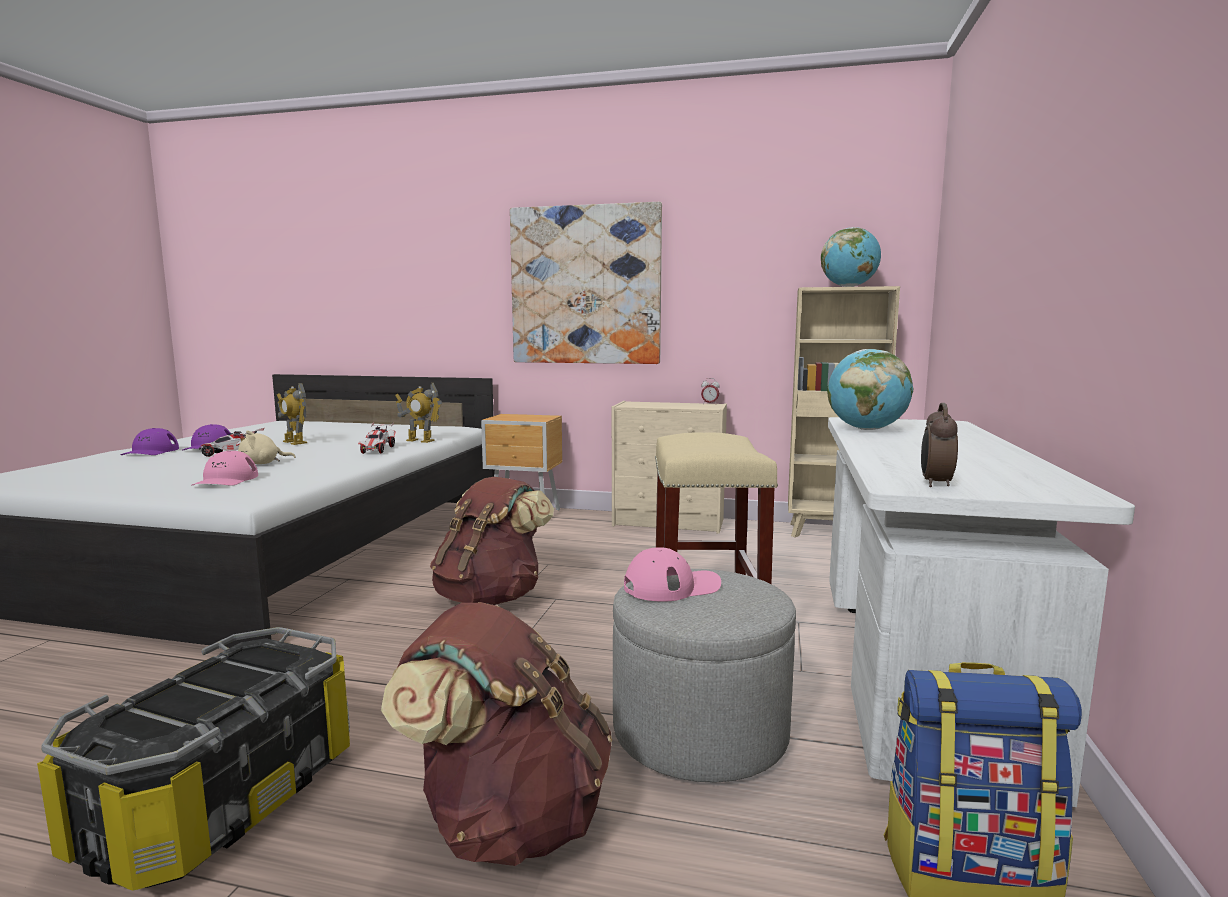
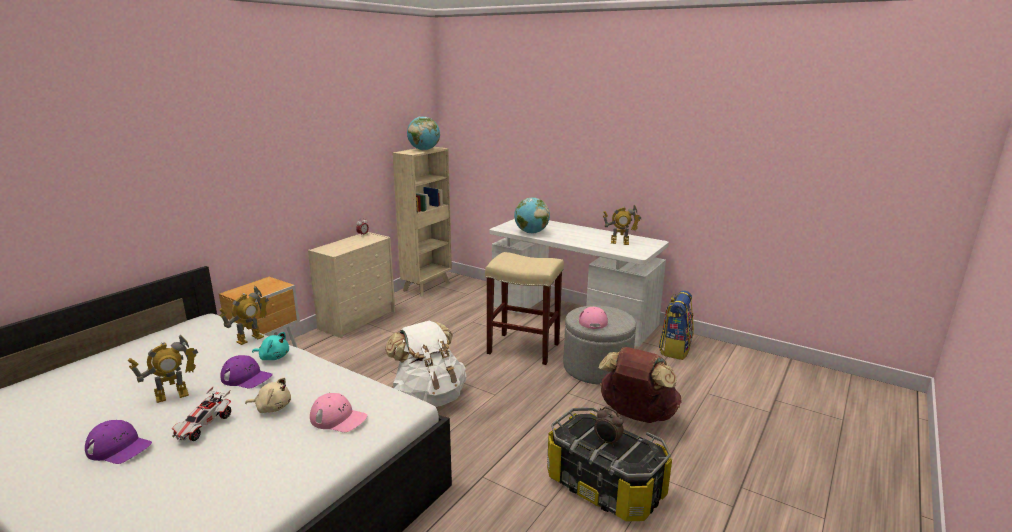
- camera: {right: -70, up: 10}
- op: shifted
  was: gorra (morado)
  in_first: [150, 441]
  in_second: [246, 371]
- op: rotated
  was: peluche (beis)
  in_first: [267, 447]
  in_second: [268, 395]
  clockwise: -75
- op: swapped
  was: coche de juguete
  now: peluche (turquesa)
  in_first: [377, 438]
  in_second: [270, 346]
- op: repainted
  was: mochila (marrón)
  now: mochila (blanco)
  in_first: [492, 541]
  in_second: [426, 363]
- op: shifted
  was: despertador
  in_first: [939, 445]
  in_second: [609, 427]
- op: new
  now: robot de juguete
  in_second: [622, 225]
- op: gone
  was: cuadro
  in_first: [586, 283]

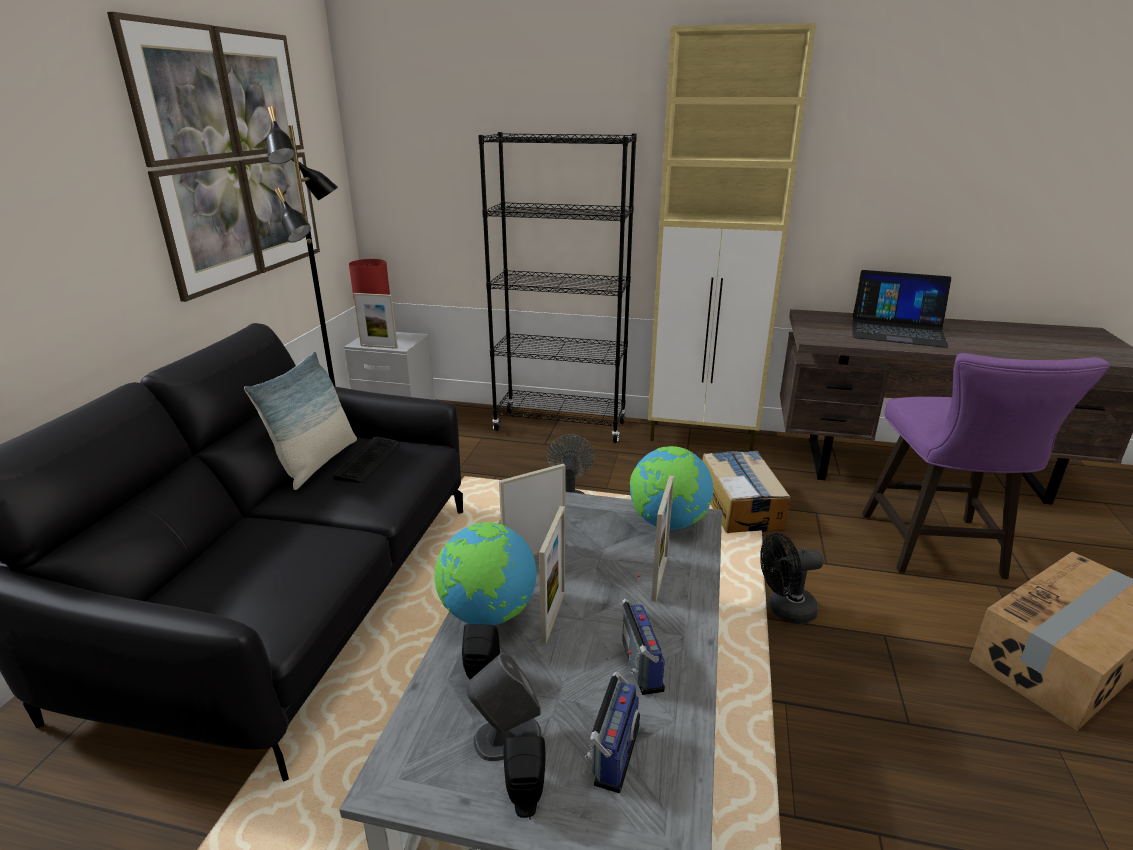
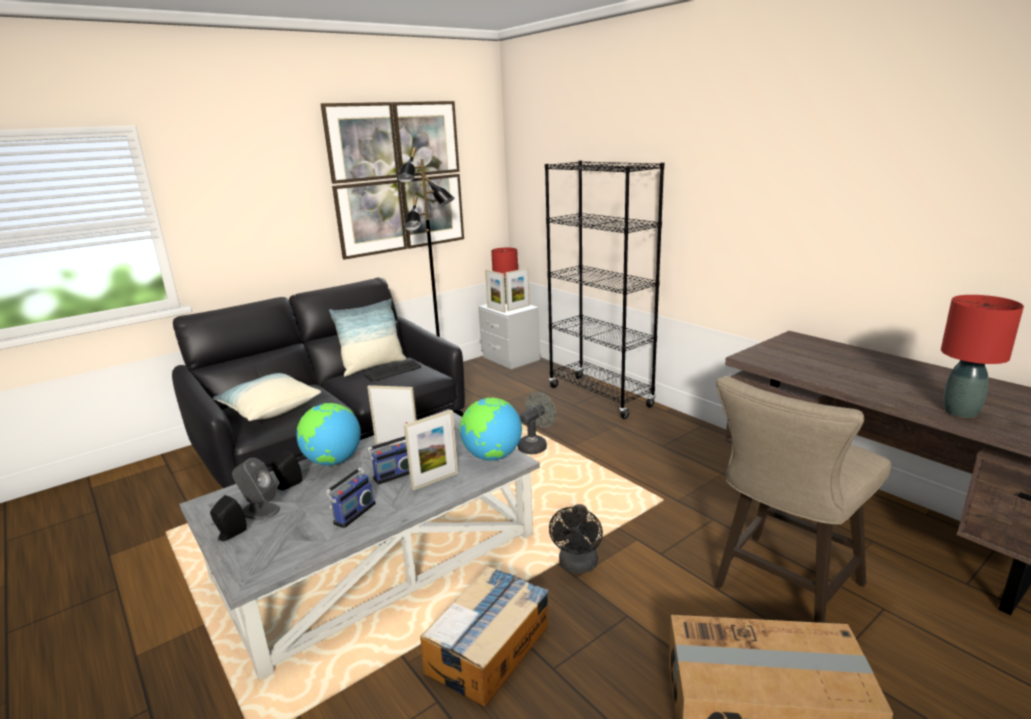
- camera: {right: 40, up: -5}
- op: new
  now: cojín
  in_second: [267, 397]
- op: shifted
  was: radio
  in_first: [612, 721]
  in_second: [388, 453]
- op: shifted
  was: caja de cartón
  in_first: [746, 492]
  in_second: [484, 636]
- op: shifted
  was: portarretratos
  in_first: [552, 575]
  in_second: [517, 289]
- op: rotated
  was: ventilador (negro)
  in_first: [791, 578]
  in_second: [576, 538]
  clockwise: -105
- op: repainted
  was: taburete (morado)
  now: taburete (beis)
  in_first: [986, 466]
  in_second: [803, 499]
- op: new
  now: lámpara de mesa (rojo)
  in_second: [982, 356]
- op: gone
  was: armario (beis)
  in_first: [732, 237]
- op: gone
  was: portátil
  in_first: [902, 309]

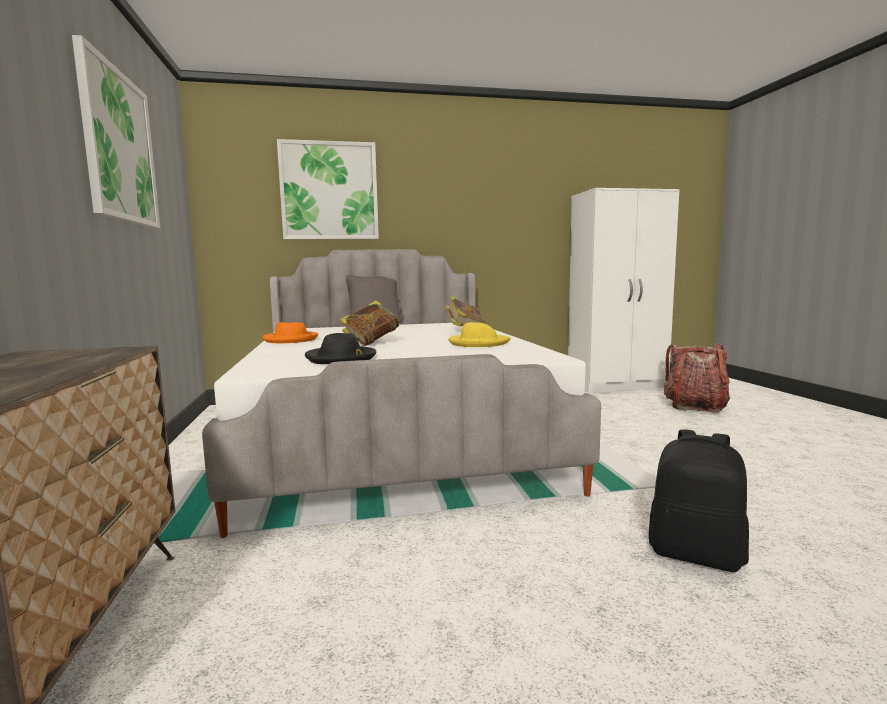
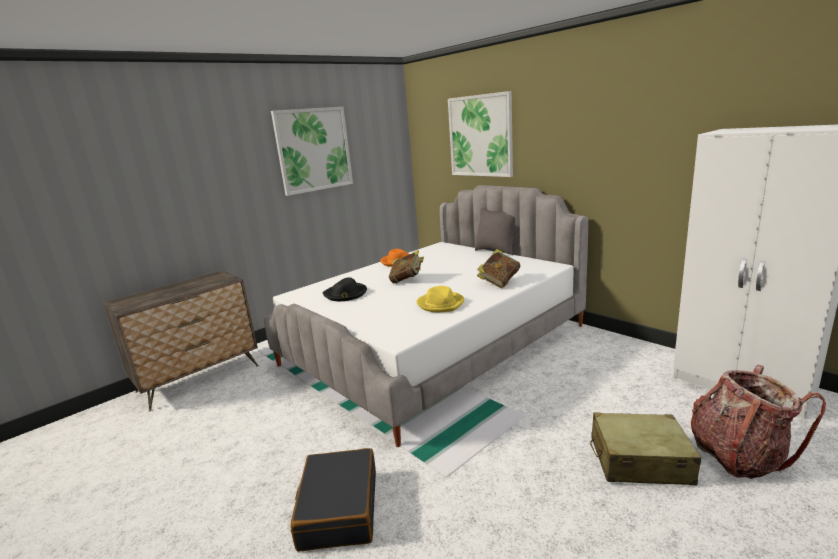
- camera: {right: 60, up: 10}
- op: swapped
  was: mochila (negro)
  now: maleta (negro)
  in_first: [699, 500]
  in_second: [333, 500]
- op: new
  now: maleta (beis)
  in_second: [645, 448]

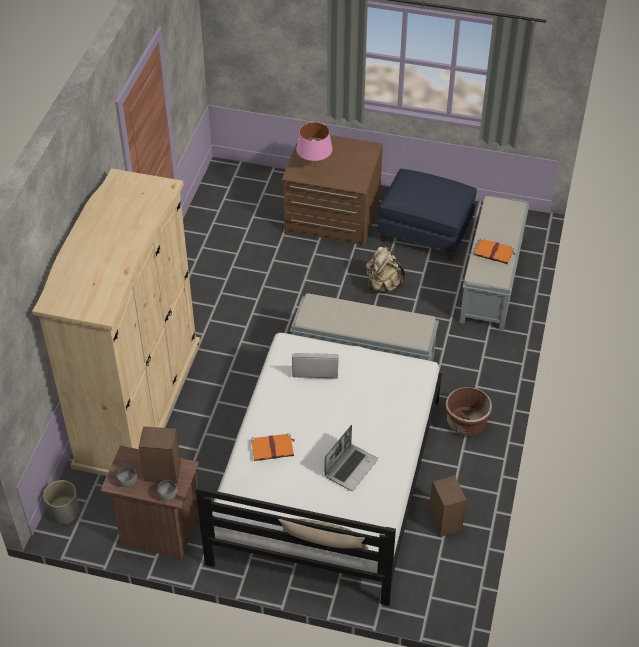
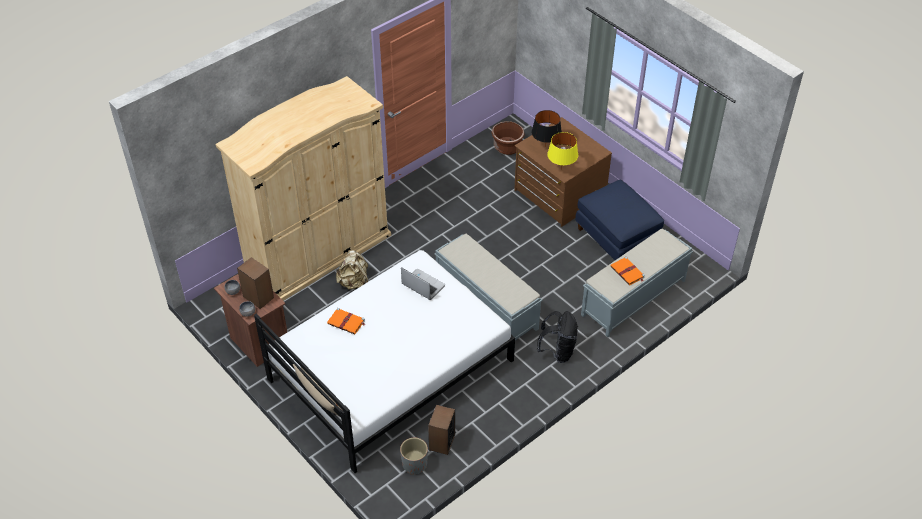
- camera: {right: 35, up: 0}
- op: shifted
  was: mochila (beis)
  in_first: [386, 270]
  in_second: [352, 270]
- op: shifted
  was: maceta (gris)
  in_first: [61, 502]
  in_second: [414, 455]
- op: shifted
  was: maceta (marrón)
  in_first: [468, 411]
  in_second: [508, 138]
- op: repainted
  was: lámpara de mesa (rosa)
  now: lámpara de mesa (negro)
  in_first: [314, 144]
  in_second: [547, 128]
- op: new
  now: mochila (negro)
  in_second: [557, 337]
- op: new
  now: lámpara de mesa (amarillo)
  in_second: [562, 151]
- op: gone
  was: portátil
  in_first: [351, 458]

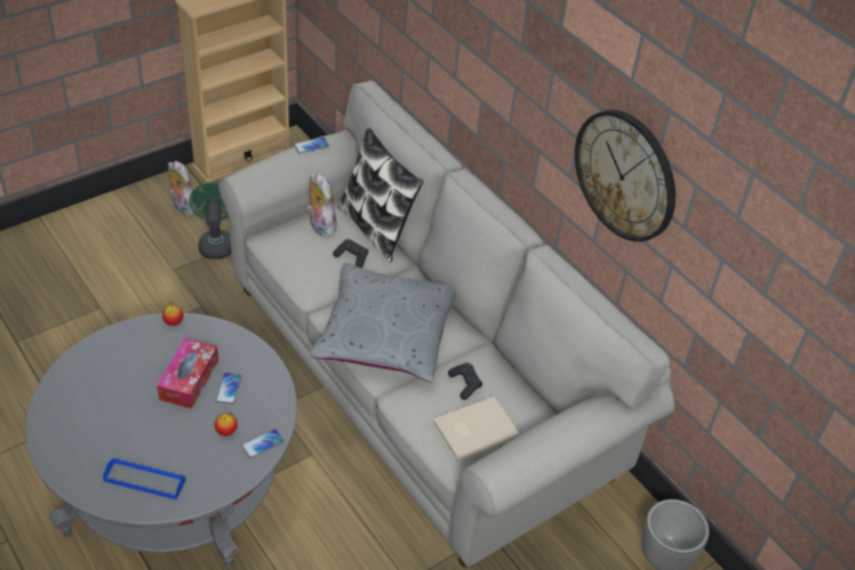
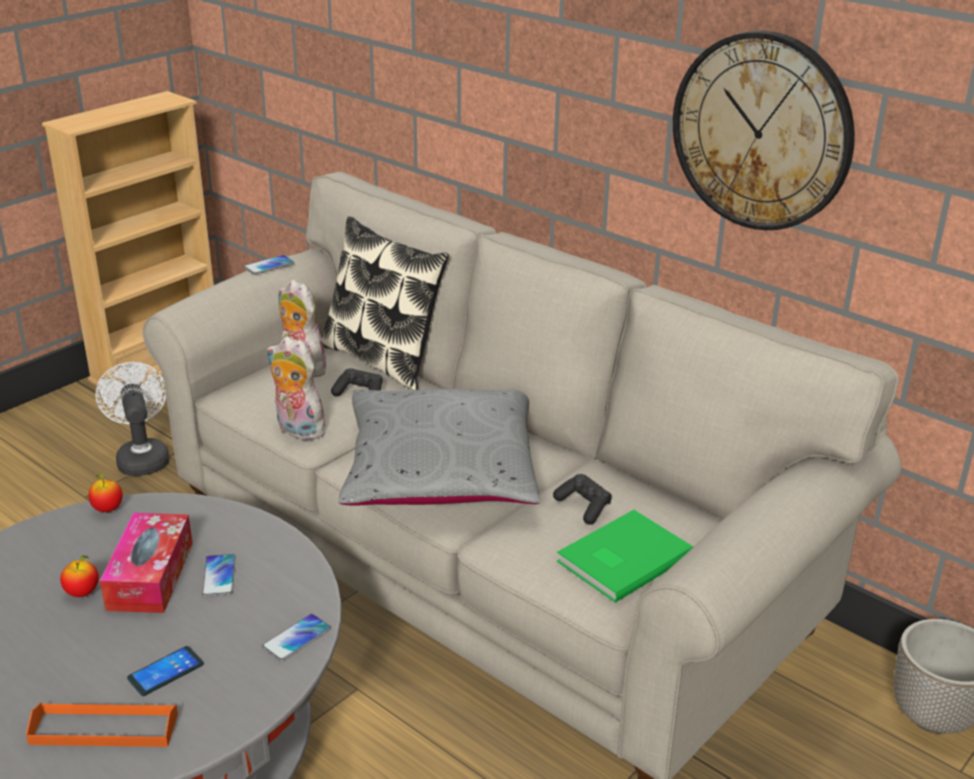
- camera: {right: -10, up: -15}
- op: repainted
  was: bandeja (azul)
  now: bandeja (naranja)
  in_first: [144, 479]
  in_second: [102, 724]
- op: shifted
  was: manzana
  in_first: [226, 424]
  in_second: [79, 576]
- op: repainted
  was: ventilador (verde)
  now: ventilador (blanco)
  in_first: [210, 220]
  in_second: [132, 419]
- op: new
  now: móvil
  in_second: [165, 671]
- op: shifted
  was: peluche
  in_first: [182, 188]
  in_second: [299, 388]
- op: repainted
  was: libro (beis)
  now: libro (verde)
  in_first: [476, 429]
  in_second: [625, 556]

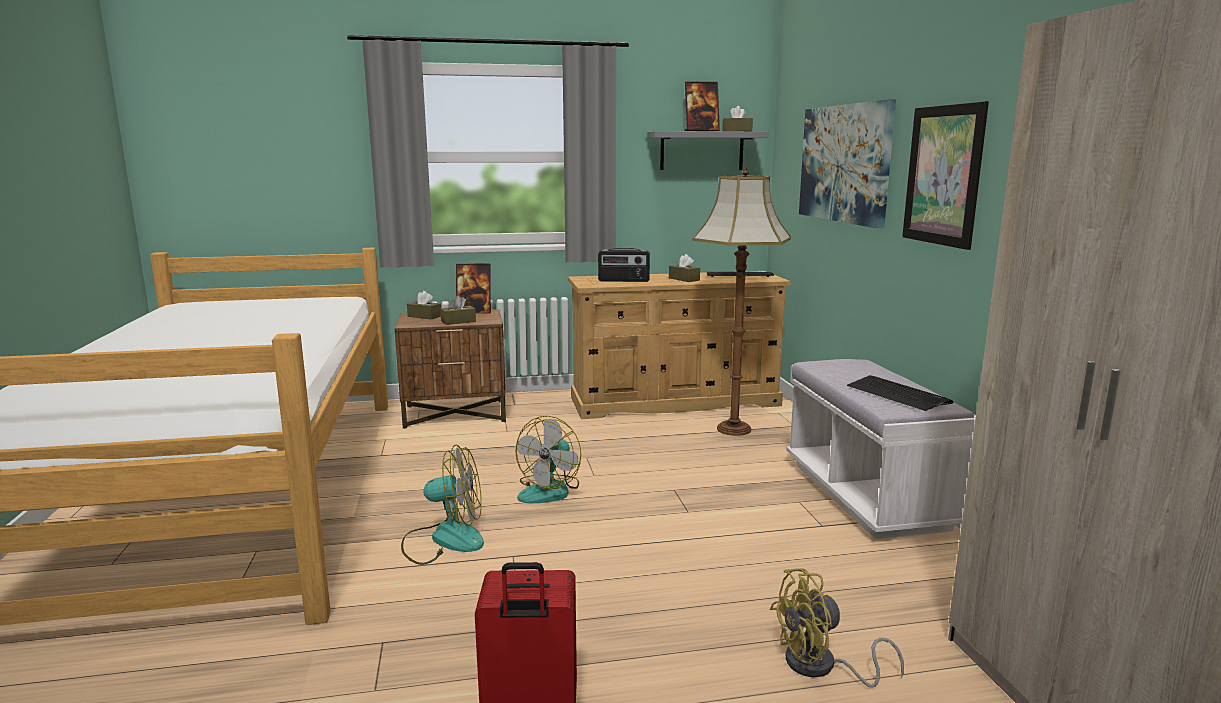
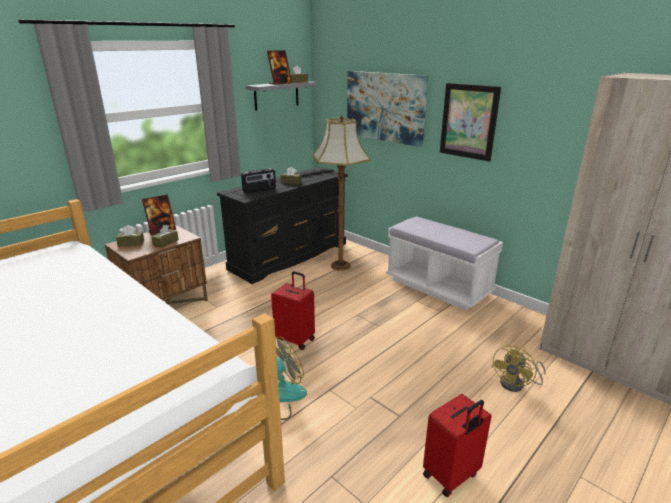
- camera: {right: -35, up: 10}
- op: repainted
  was: cómoda (beis)
  now: cómoda (negro)
  in_first: [679, 345]
  in_second: [282, 225]
- op: swapped
  was: ventilador
  now: maleta (rojo)
  in_first: [548, 459]
  in_second: [293, 310]
- op: gone
  was: teclado
  in_first: [900, 393]

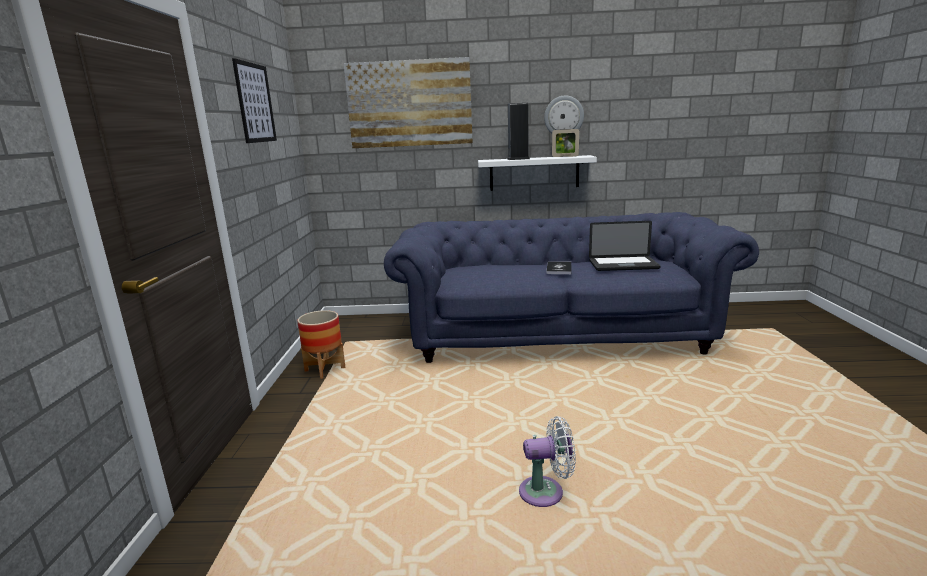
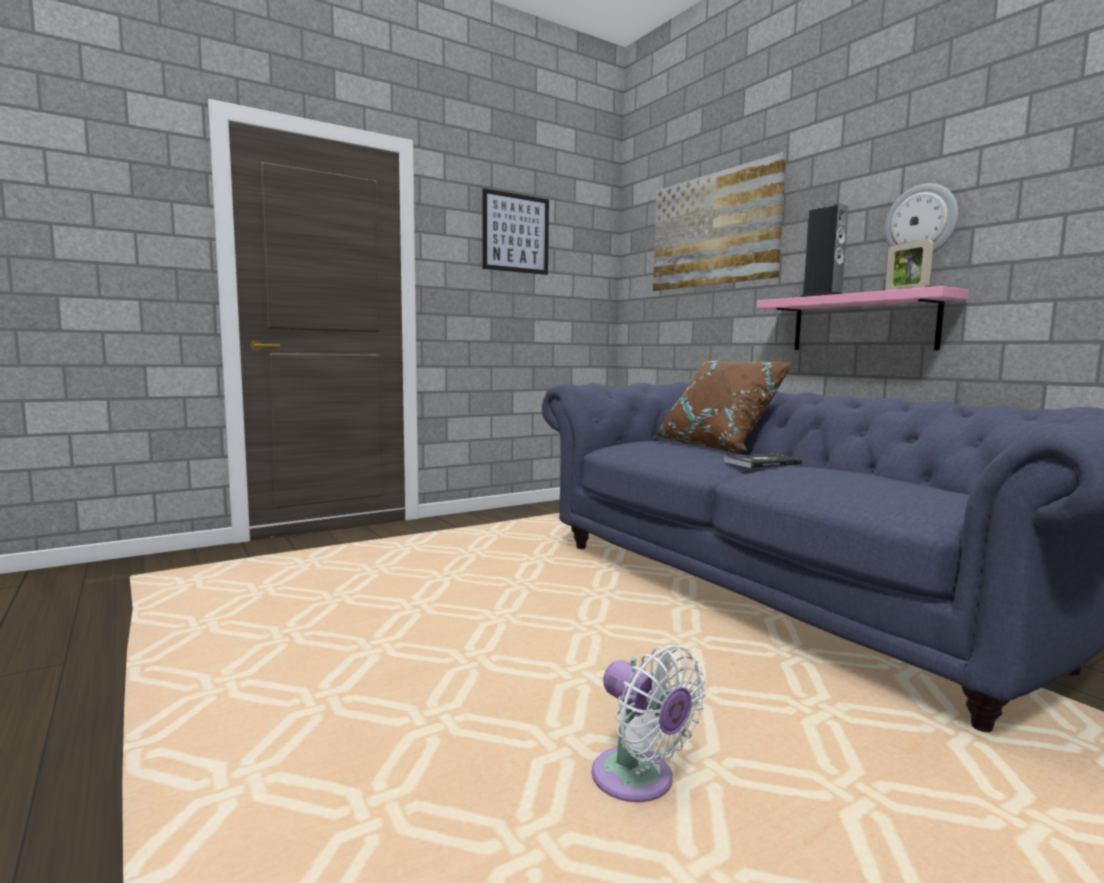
- camera: {right: 55, up: -10}
- op: shifted
  was: ventilador (blanco)
  in_first: [547, 461]
  in_second: [649, 723]
- op: new
  now: cojín (marrón)
  in_second: [725, 405]
- op: repainted
  was: estante (blanco)
  now: estante (rosa)
  in_first: [537, 173]
  in_second: [862, 318]
- op: gone
  was: maceta
  in_first: [321, 344]
- op: gone
  was: portátil
  in_first: [625, 246]

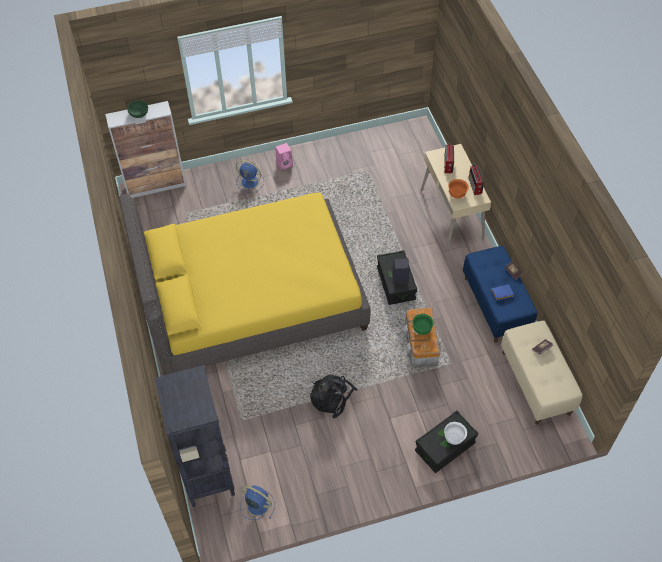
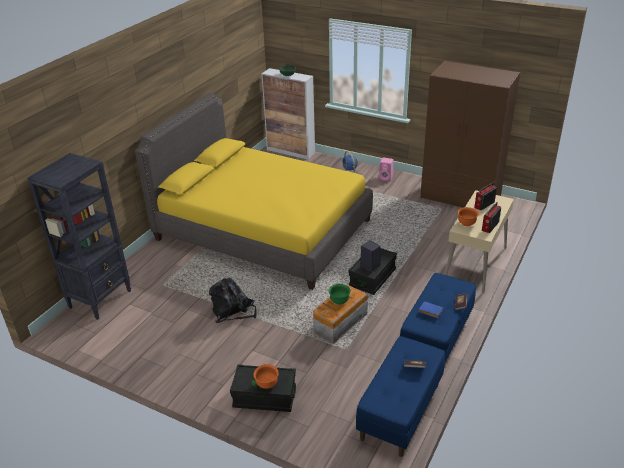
- camera: {right: 45, up: -20}
- op: repainted
  was: cuenco (blanco)
  now: cuenco (naranja)
  in_first: [455, 433]
  in_second: [266, 376]
- op: repainted
  was: banco (beis)
  now: banco (azul)
  in_first: [542, 372]
  in_second: [400, 396]
- op: new
  now: armario ropero (marrón)
  in_second: [470, 134]
- op: gone
  was: ventilador (azul)
  in_first: [257, 502]

